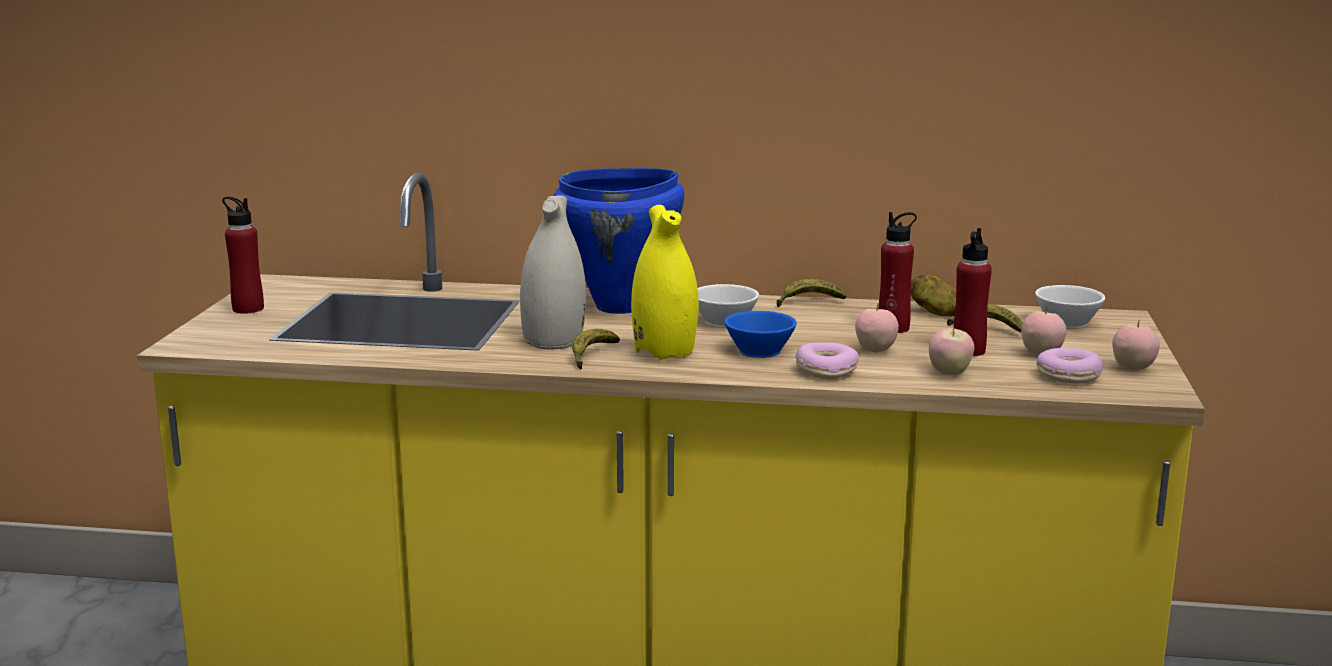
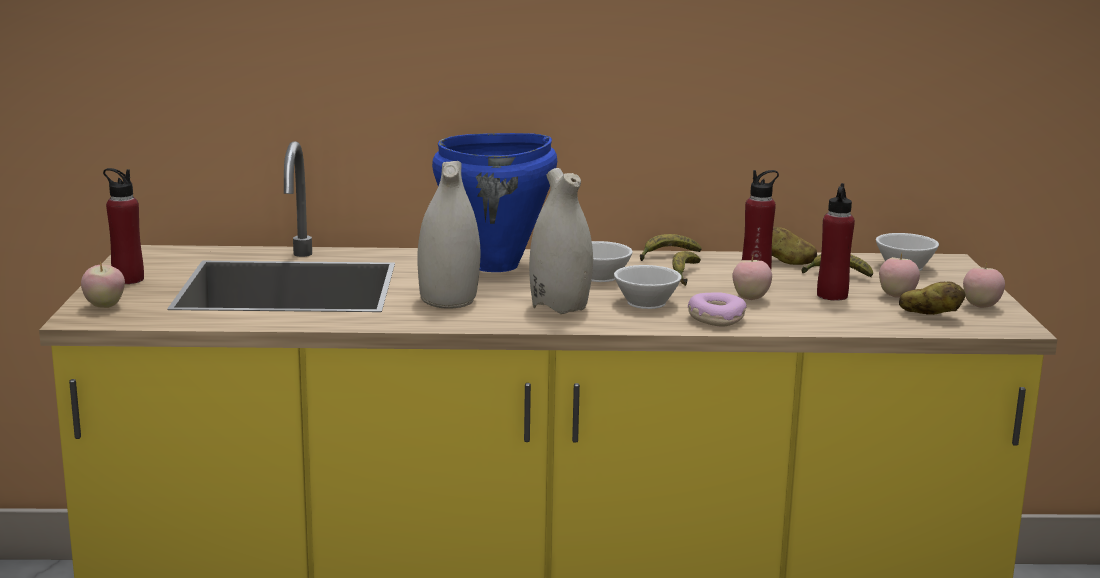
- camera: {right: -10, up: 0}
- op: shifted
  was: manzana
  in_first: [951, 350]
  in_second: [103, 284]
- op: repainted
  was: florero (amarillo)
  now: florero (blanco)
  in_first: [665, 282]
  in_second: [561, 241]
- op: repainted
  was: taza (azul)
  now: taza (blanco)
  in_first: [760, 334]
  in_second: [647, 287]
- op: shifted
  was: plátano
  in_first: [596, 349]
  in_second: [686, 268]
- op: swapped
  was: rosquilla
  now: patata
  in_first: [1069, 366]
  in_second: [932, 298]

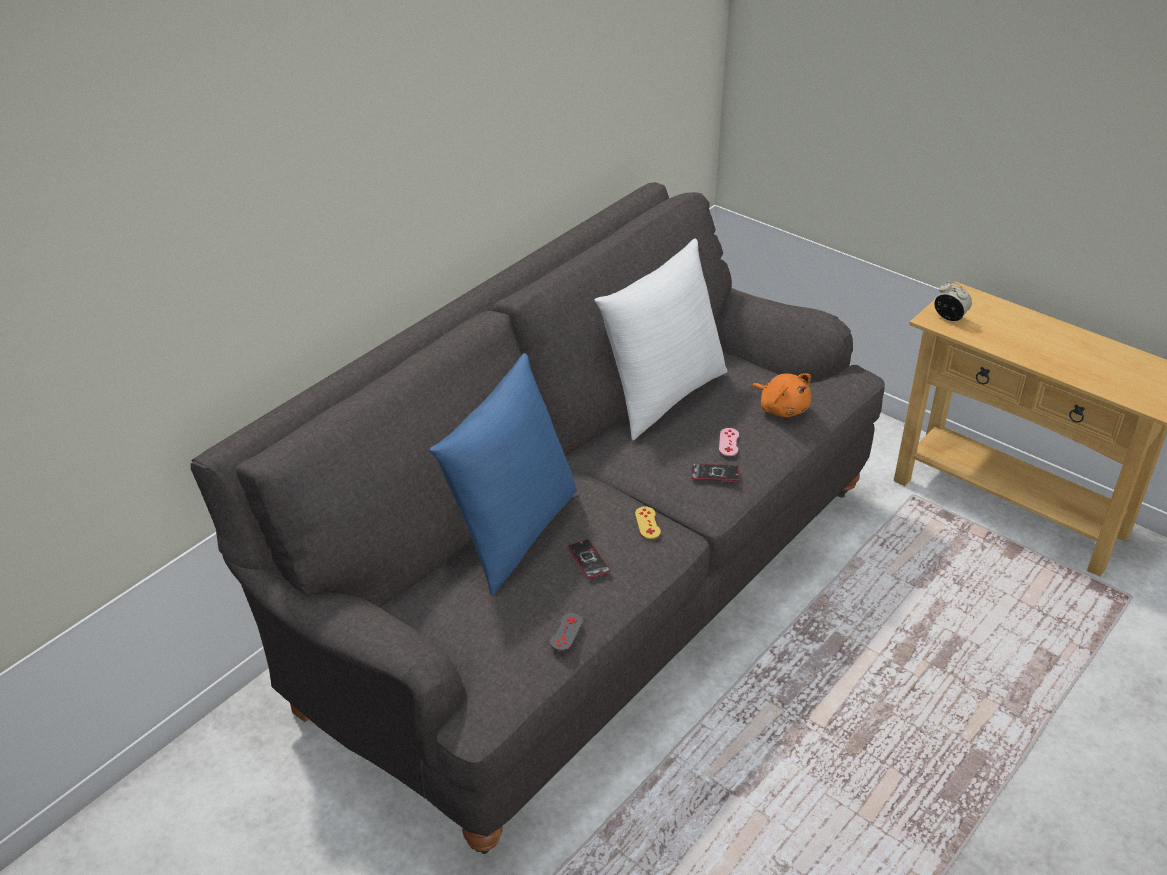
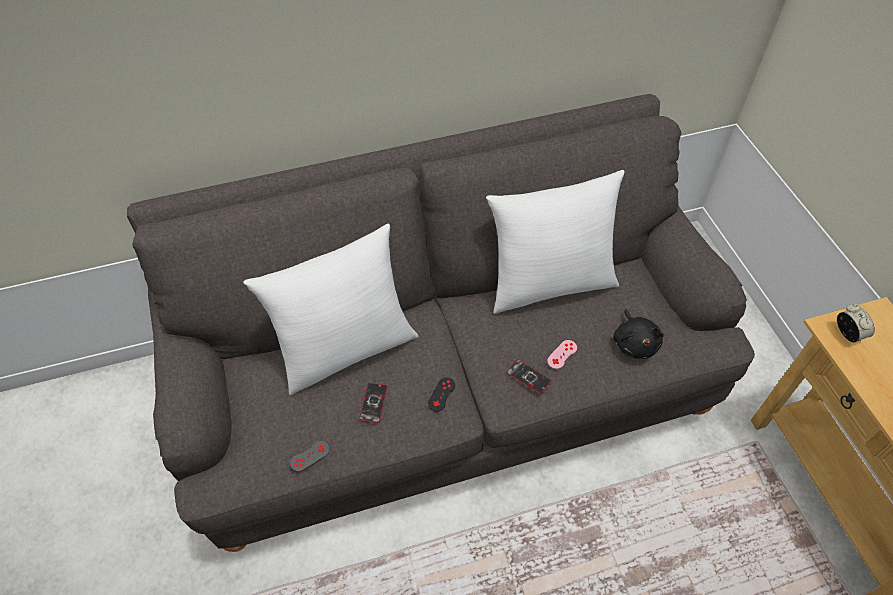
- camera: {right: 35, up: 15}
- op: repainted
  was: cojín (azul)
  now: cojín (blanco)
  in_first: [503, 474]
  in_second: [331, 309]
- op: repainted
  was: mando de consola (amarillo)
  now: mando de consola (negro)
  in_first: [648, 522]
  in_second: [441, 395]
- op: repainted
  was: peluche (naranja)
  now: peluche (negro)
  in_first: [781, 395]
  in_second: [638, 334]

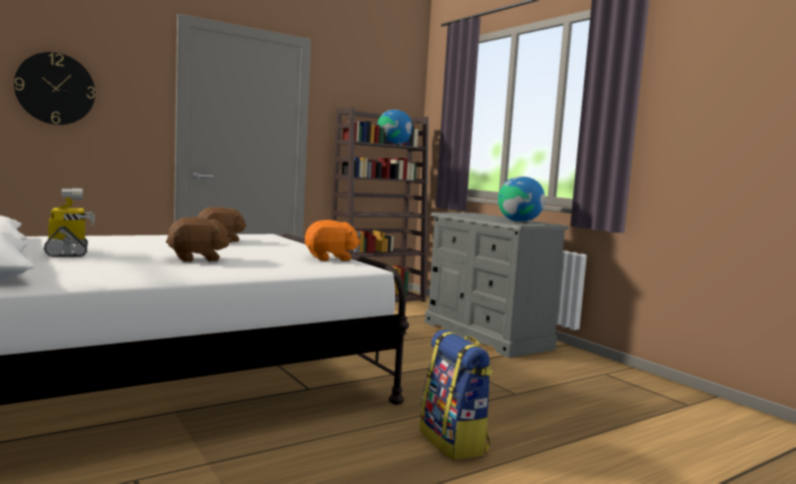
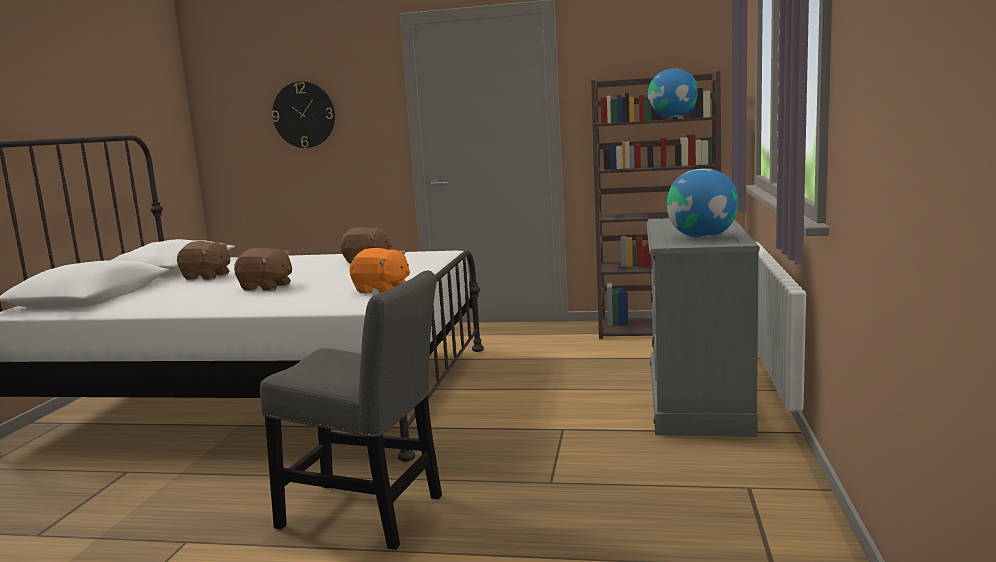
- camera: {right: 45, up: 5}
- op: swapped
  was: robot de juguete
  now: peluche (marrón)
  in_first: [69, 222]
  in_second: [203, 260]
- op: swapped
  was: mochila
  now: silla (gris)
  in_first: [456, 395]
  in_second: [351, 410]

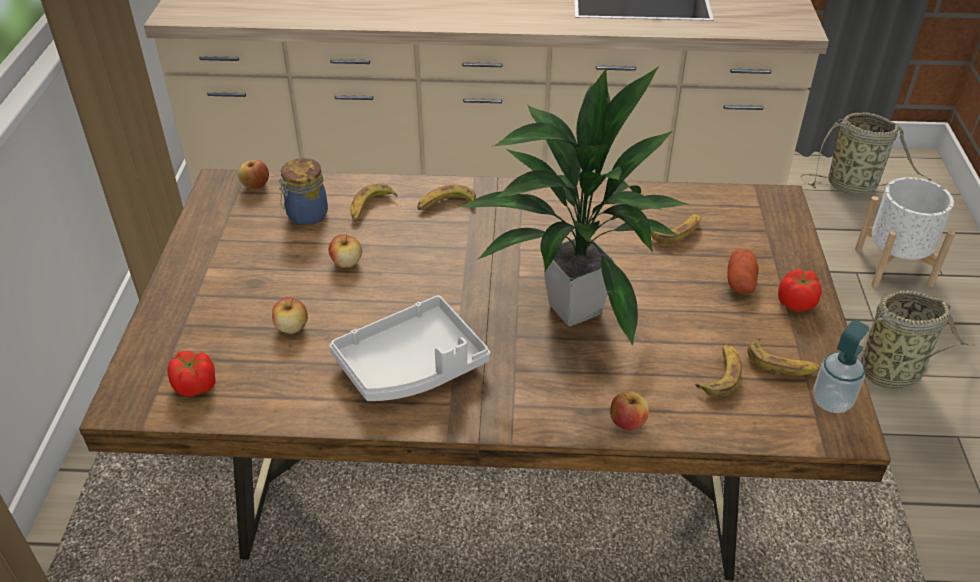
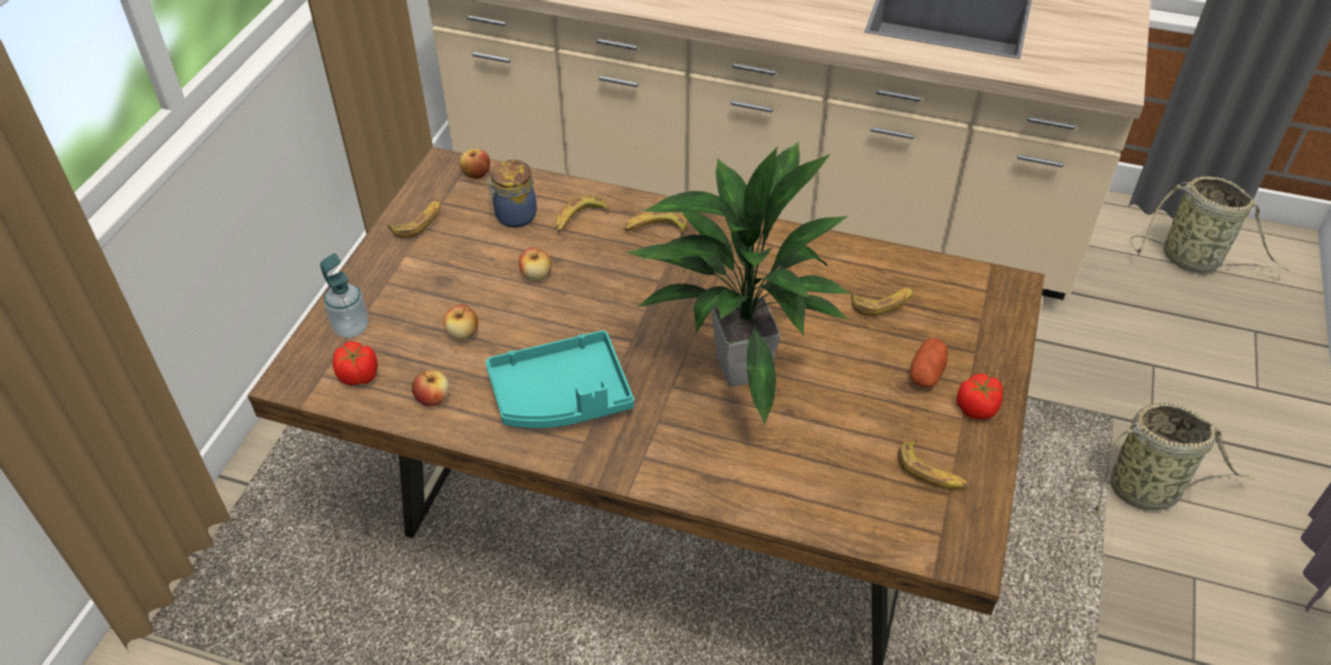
- camera: {right: 15, up: 5}
- op: shifted
  was: dispensador de jabón
  in_first: [841, 366]
  in_second: [344, 295]
- op: shifted
  was: plátano
  in_first: [718, 371]
  in_second: [414, 219]
- op: shifted
  was: manzana
  in_first: [629, 411]
  in_second: [430, 388]
- op: repainted
  was: bandeja (gris)
  now: bandeja (turquesa)
  in_first: [409, 348]
  in_second: [560, 379]
- op: gone
  was: maceta (blanco)
  in_first: [905, 232]

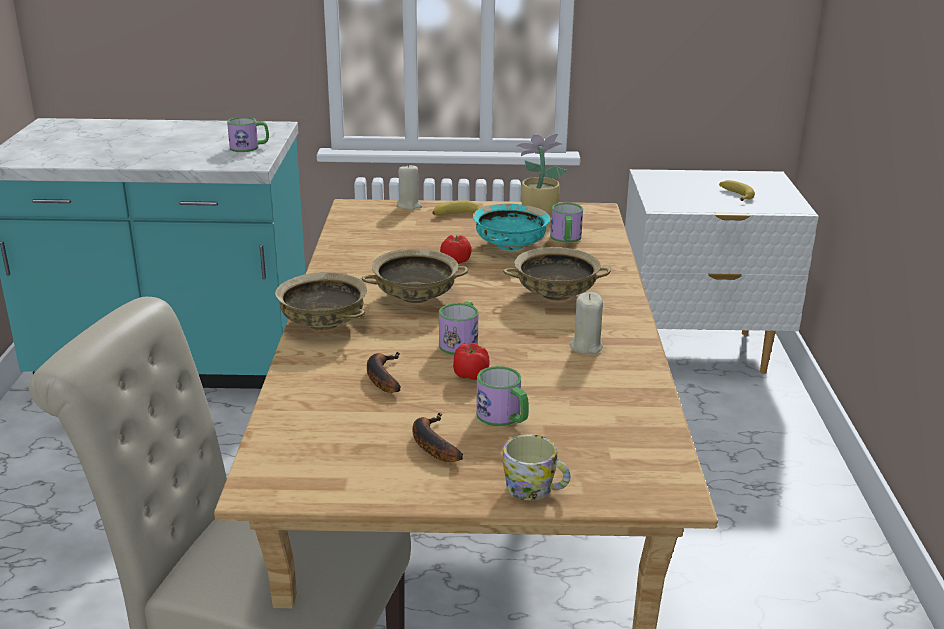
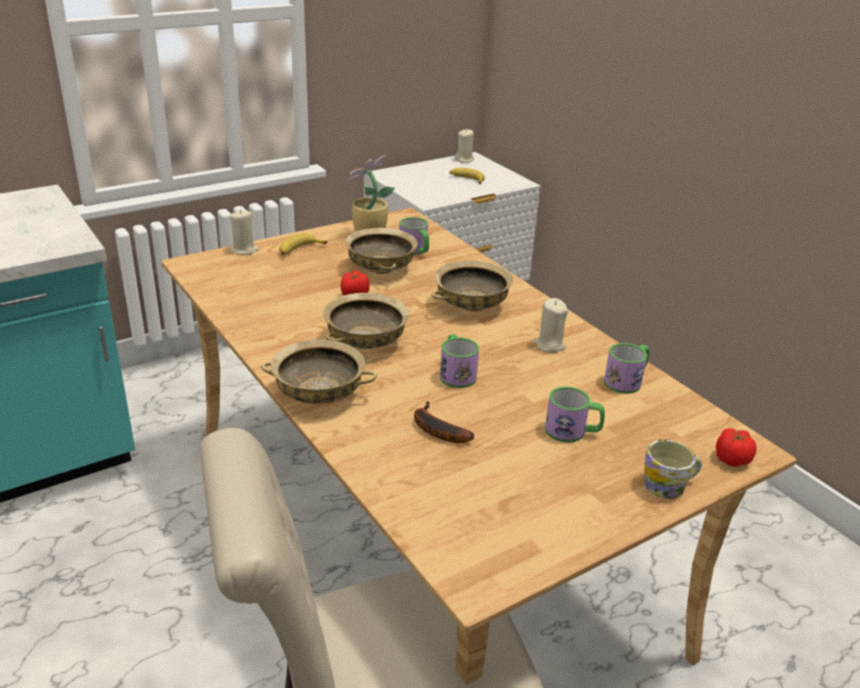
- camera: {right: -35, up: 5}
- op: repainted
  was: cuenco (turquesa)
  now: cuenco (beis)
  in_first: [511, 227]
  in_second: [381, 251]
- op: new
  now: vela (beis)
  in_second: [464, 146]
- op: shifted
  was: taza grande
  in_first: [248, 134]
  in_second: [626, 368]
- op: shifted
  was: tomate
  in_first: [471, 361]
  in_second: [736, 447]
- op: gone
  was: plátano
  in_first: [437, 437]

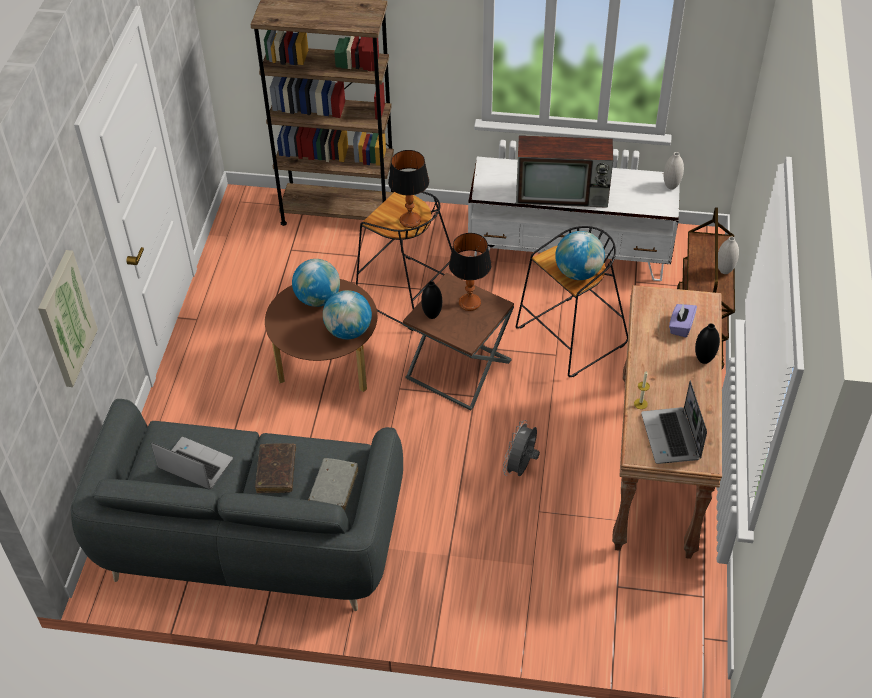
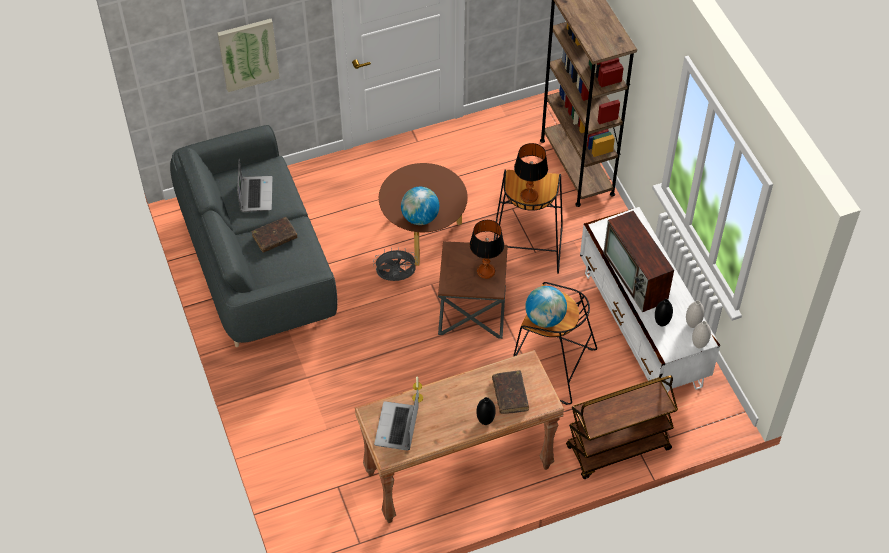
- camera: {right: 60, up: 5}
- op: shifted
  was: ventilador (gris)
  in_first: [521, 448]
  in_second: [395, 264]
- op: rotated
  was: portátil
  in_first: [674, 422]
  in_second: [396, 420]
  clockwise: -45
- op: swapped
  was: caja de pañuelos (morado)
  now: libro (marrón)
  in_first: [683, 320]
  in_second: [510, 392]
- op: shifted
  was: florero (negro)
  in_first: [431, 300]
  in_second: [664, 313]
- op: shifted
  was: florero (blanco)
  in_first: [728, 255]
  in_second: [695, 314]
- op: gone
  was: globo terráqueo
  in_first: [316, 283]
- op: gone
  was: libro (gris)
  in_first: [333, 484]

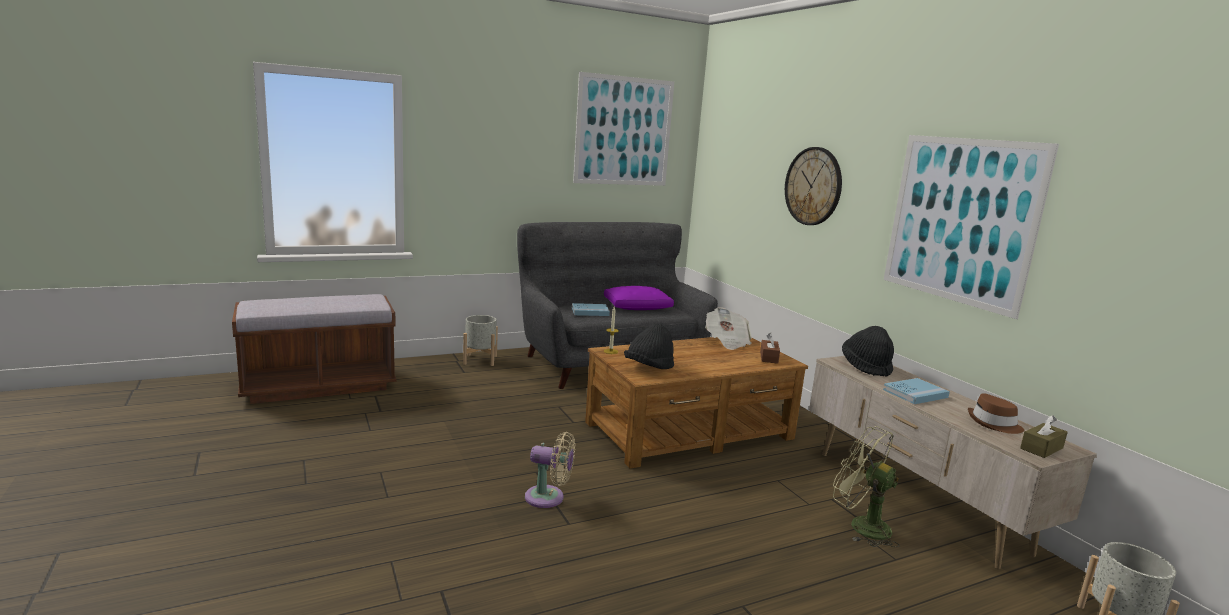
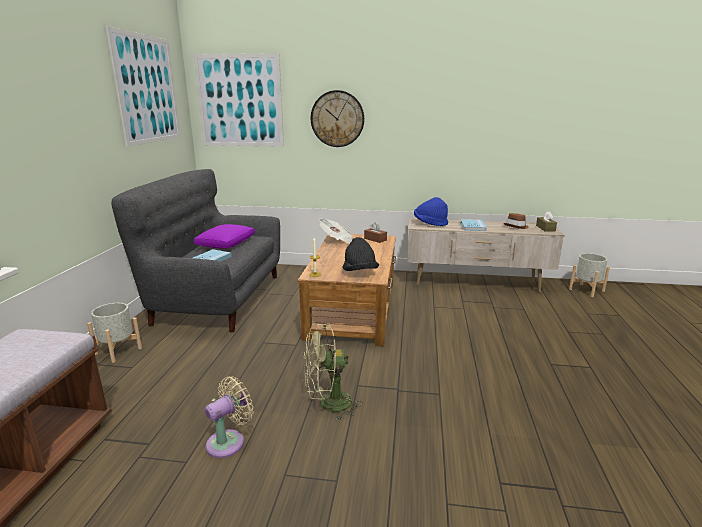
- camera: {right: -55, up: 5}
- op: shifted
  was: cuadro
  in_first: [971, 227]
  in_second: [239, 100]
- op: shifted
  was: ventilador (beis)
  in_first: [550, 470]
  in_second: [228, 417]
- op: shifted
  was: ventilador (verde)
  in_first: [866, 487]
  in_second: [333, 372]
- op: repainted
  was: sombrero (negro)
  now: sombrero (azul)
  in_first: [868, 351]
  in_second: [431, 211]

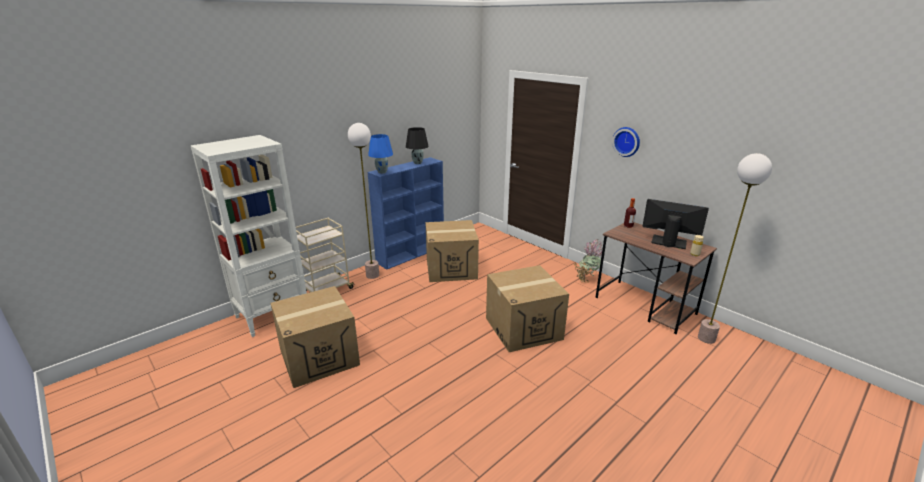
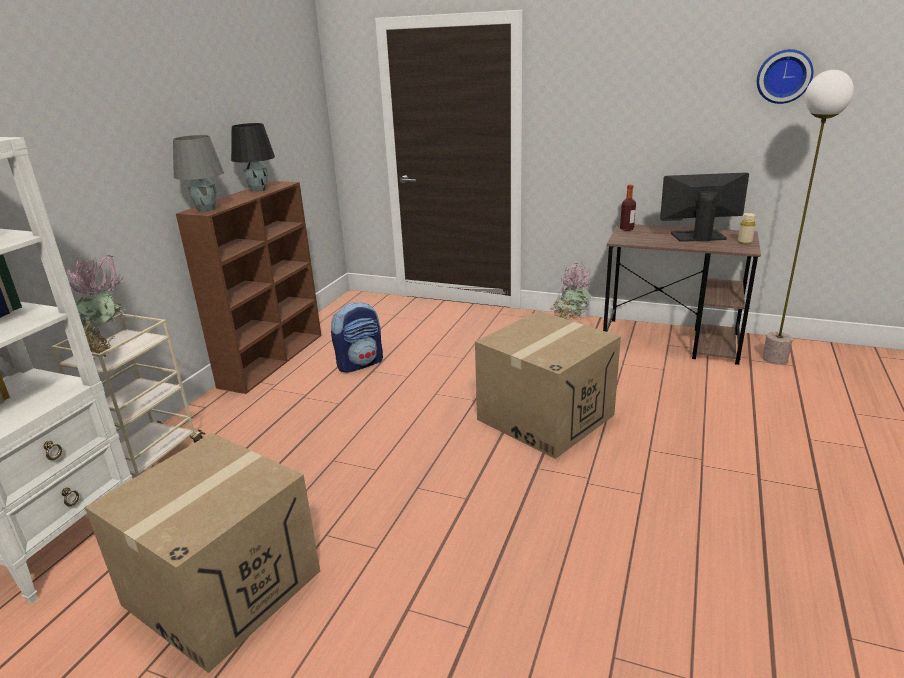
- camera: {right: -25, up: 0}
- op: new
  now: planta en maceta
  in_second: [96, 307]
- op: repainted
  was: lámpara de mesa (azul)
  now: lámpara de mesa (gris)
  in_first: [380, 153]
  in_second: [198, 173]
- op: repainted
  was: estantería (azul)
  now: estantería (marrón)
  in_first: [406, 213]
  in_second: [248, 287]
- op: swapped
  was: caja de cartón
  now: mochila
  in_first: [452, 251]
  in_second: [357, 337]
- op: shifted
  was: reloj de pared
  in_first: [626, 142]
  in_second: [785, 76]
- op: gone
  was: lámpara de pie
  in_first: [363, 201]

